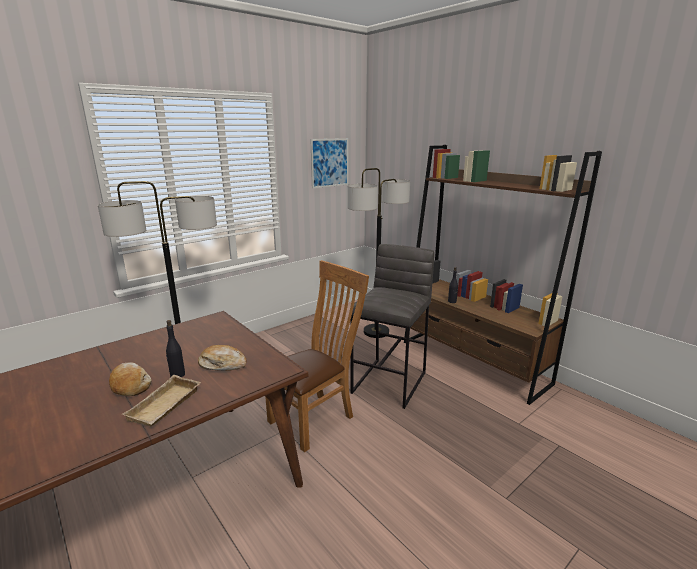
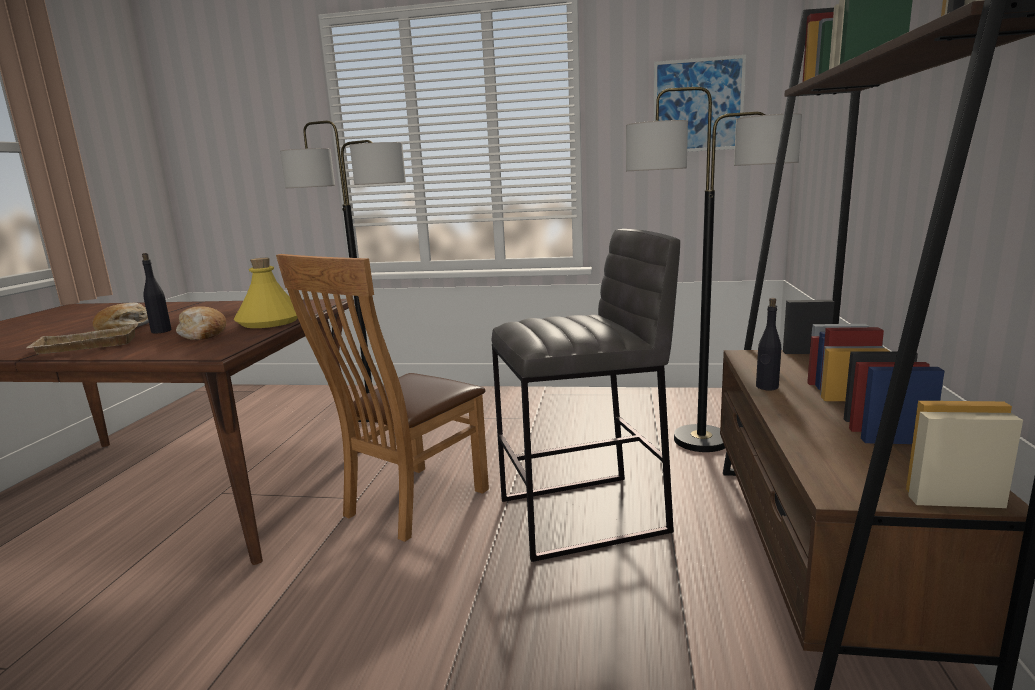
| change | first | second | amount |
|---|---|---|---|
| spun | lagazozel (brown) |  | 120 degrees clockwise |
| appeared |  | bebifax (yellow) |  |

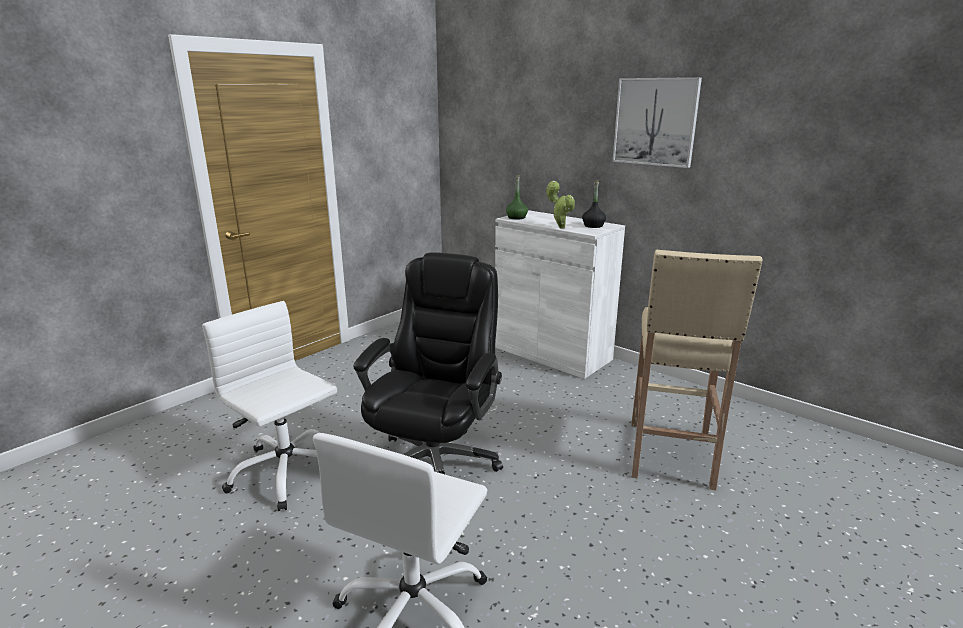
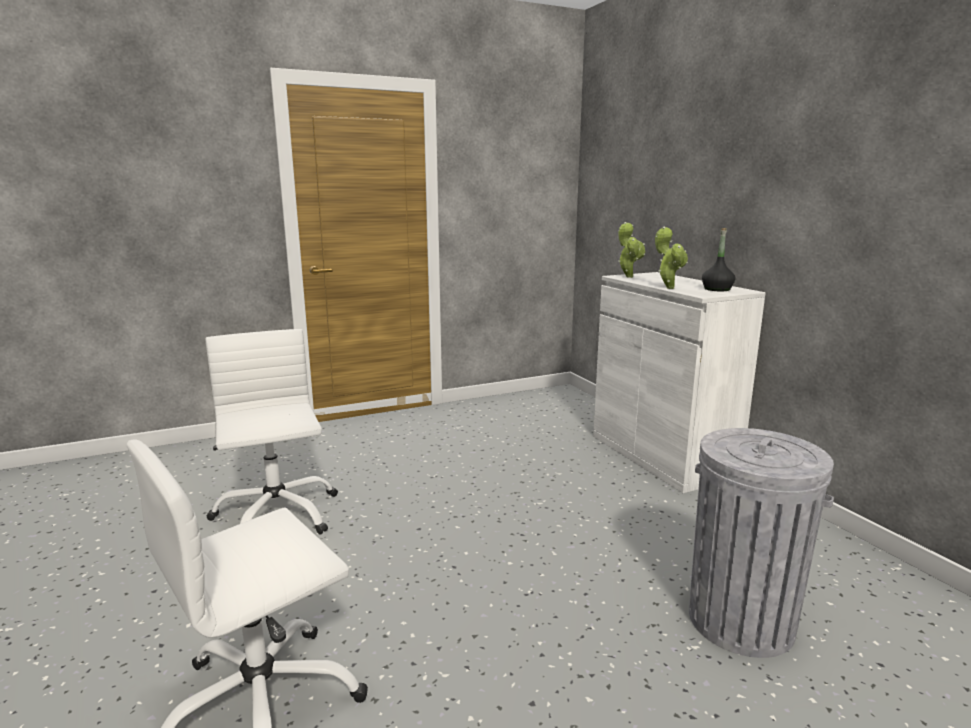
| change | first | second | amount |
|---|---|---|---|
| missing | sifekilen |  |  |
| exchanged | bebifax (green) | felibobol (no. 1 from left) |  |
| exchanged | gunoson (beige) | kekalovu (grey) |  |
| missing | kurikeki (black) |  |  |

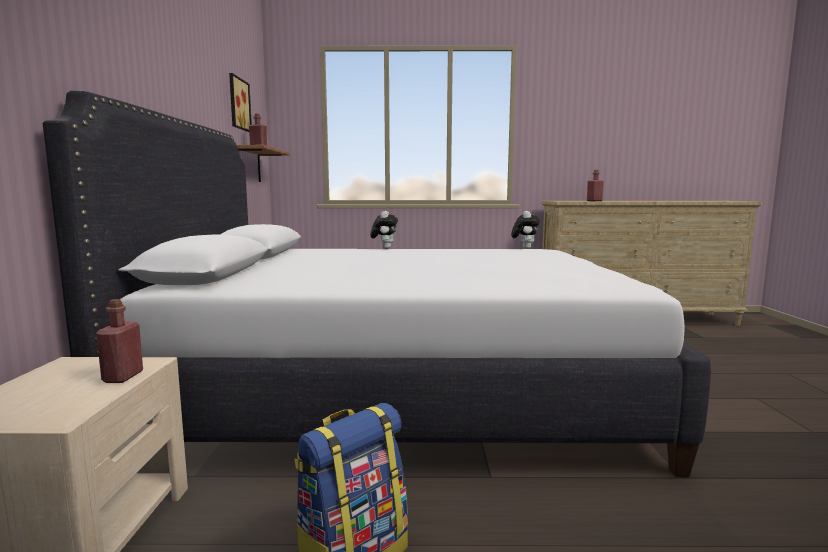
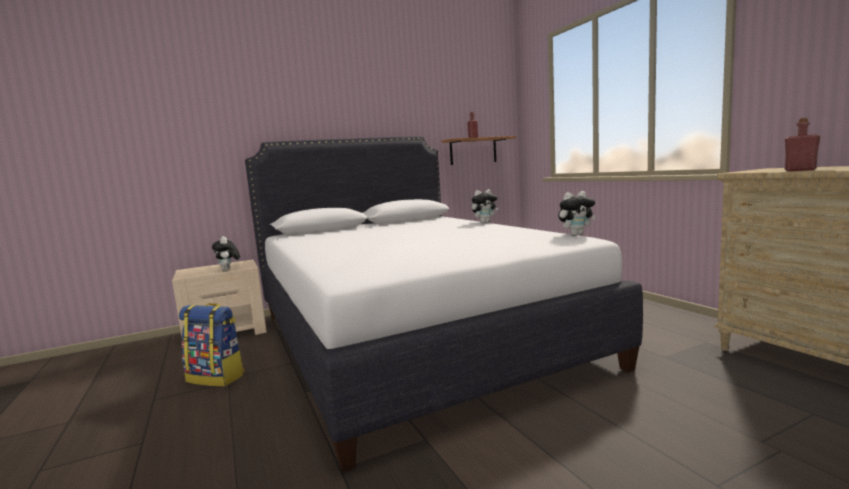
| change | first | second | amount |
|---|---|---|---|
| missing | sifekilen |  |  |
| exchanged | bebifax (red) (no. 1 from left) | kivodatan (no. 1 from left) |  |

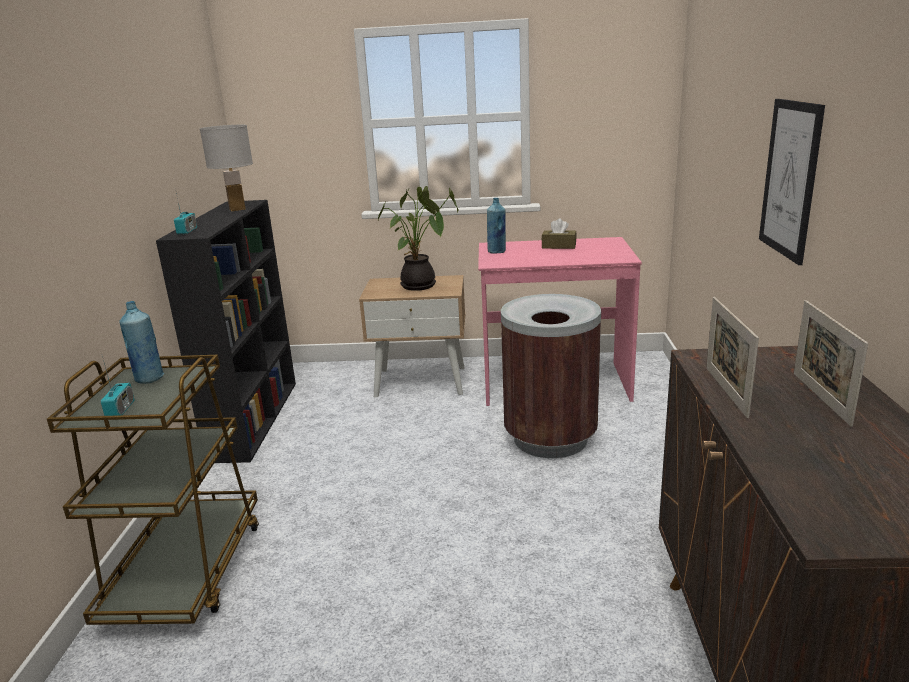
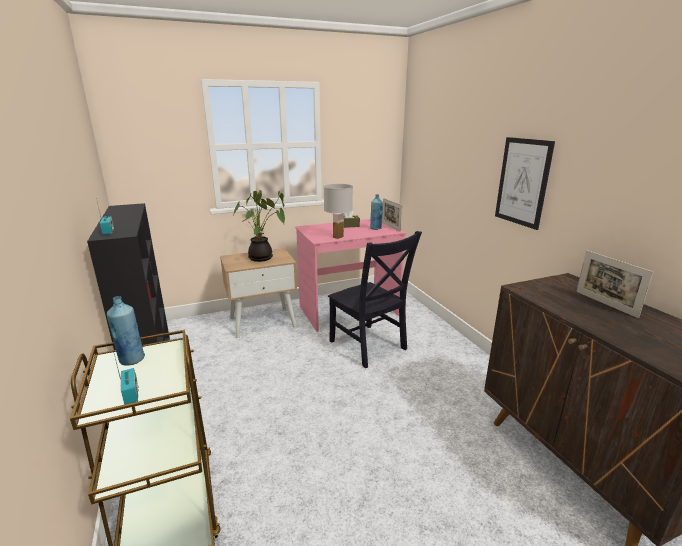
| change | first | second | amount |
|---|---|---|---|
| relocated | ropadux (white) |  |  |
| relocated | bebifax (blue) (no. 2 from left) |  |  |
| exchanged | kekalovu (brown) | lagazozel (black) |  |
| relocated | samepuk (no. 1 from left) |  |  |

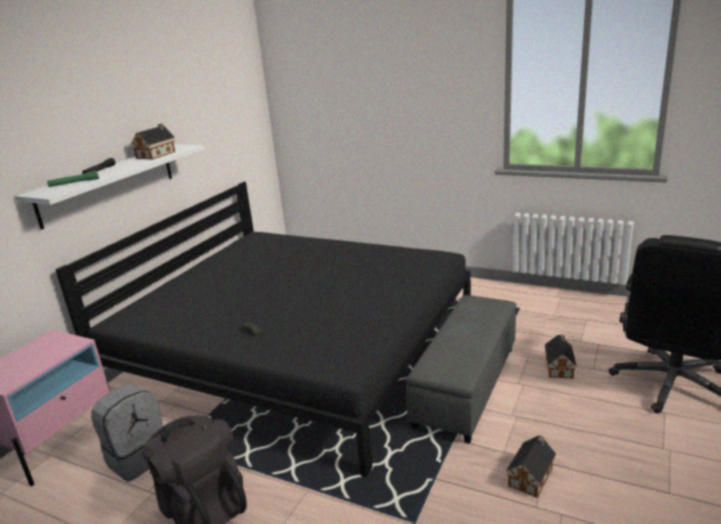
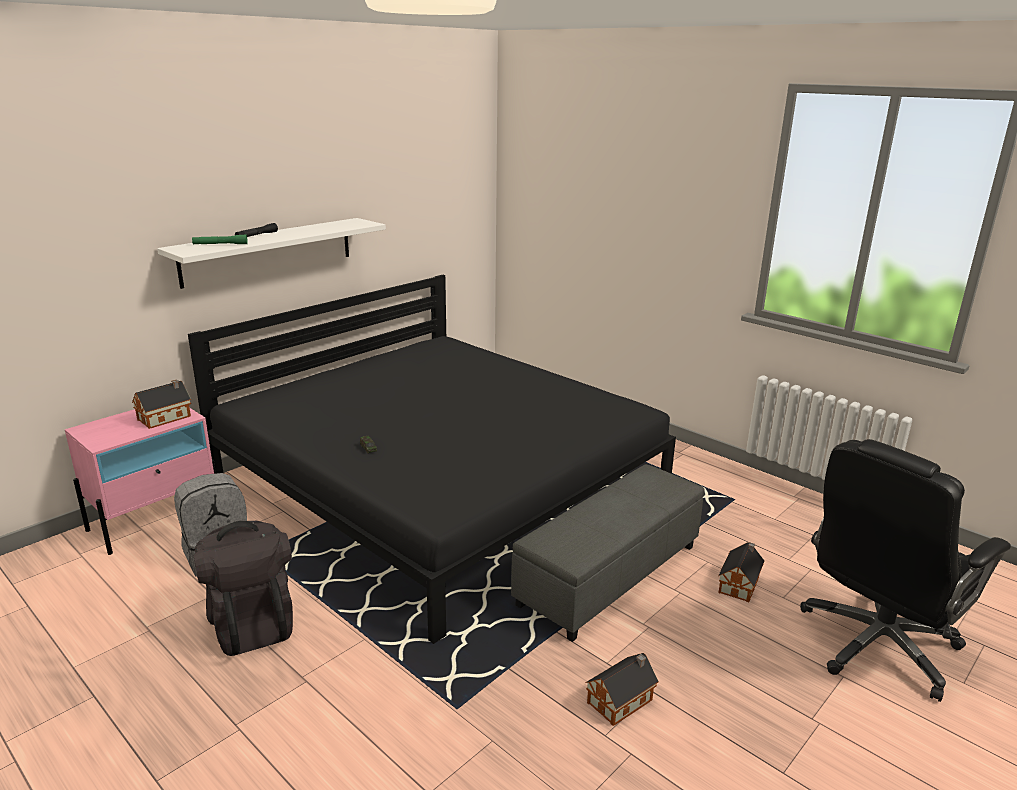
| change | first | second | amount |
|---|---|---|---|
| relocated | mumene (no. 1 from left) |  |  |

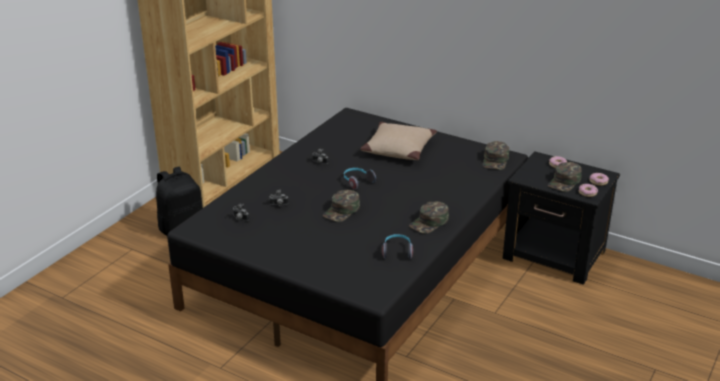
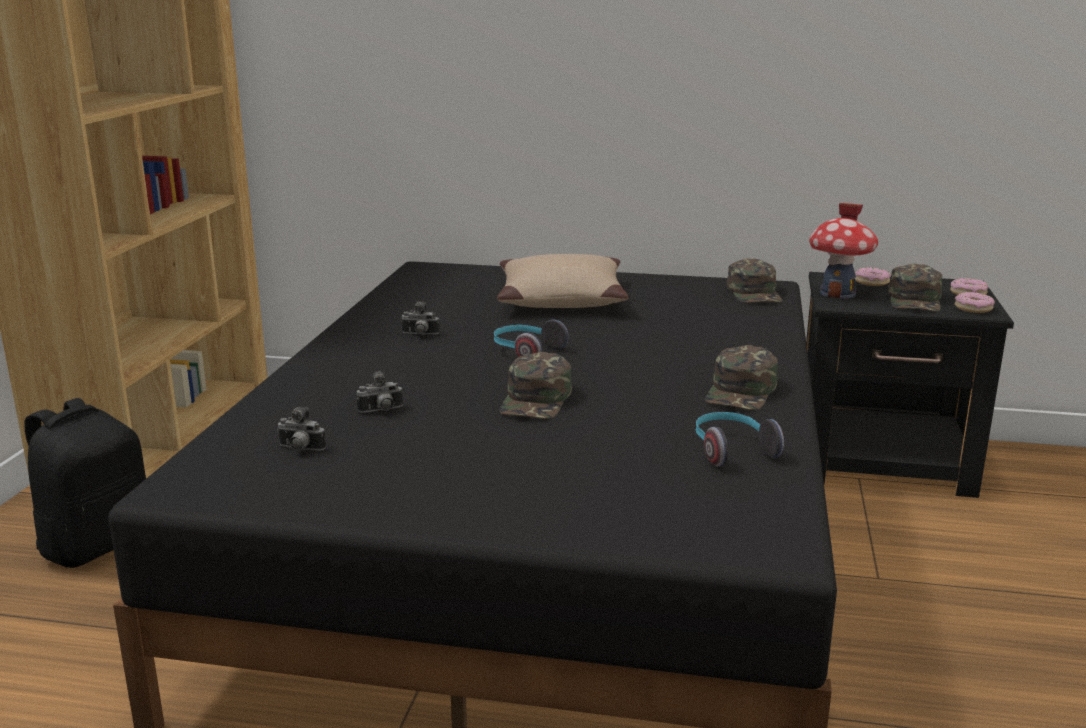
| change | first | second | amount |
|---|---|---|---|
| appeared |  | mumene |  |

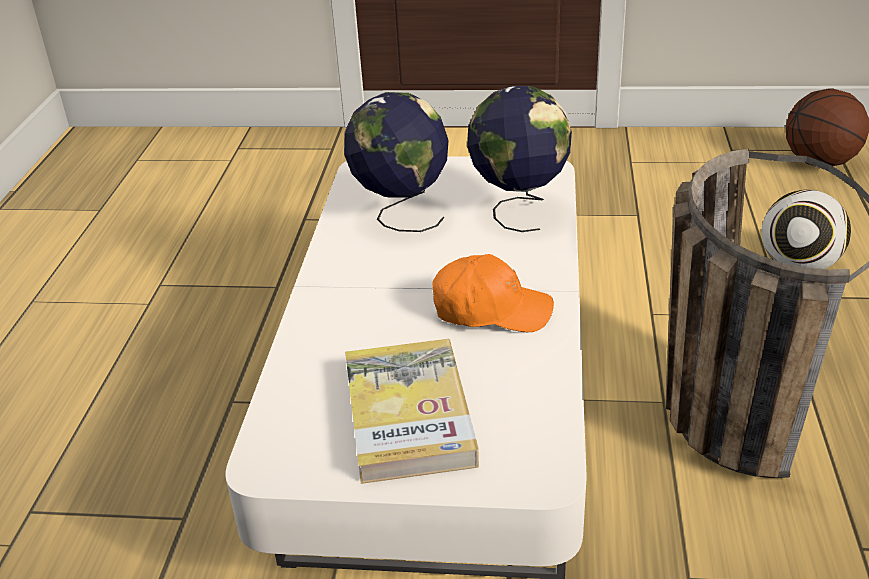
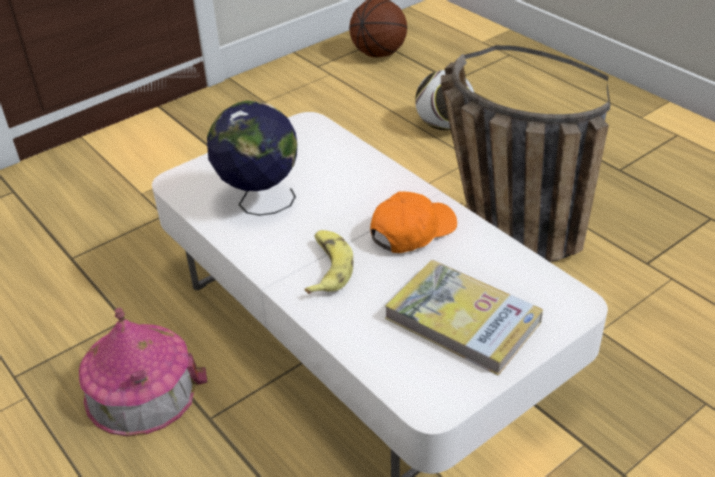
| change | first | second | amount |
|---|---|---|---|
| missing | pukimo (no. 2 from left) |  |  |
| appeared |  | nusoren |  |
| appeared |  | mumene |  |

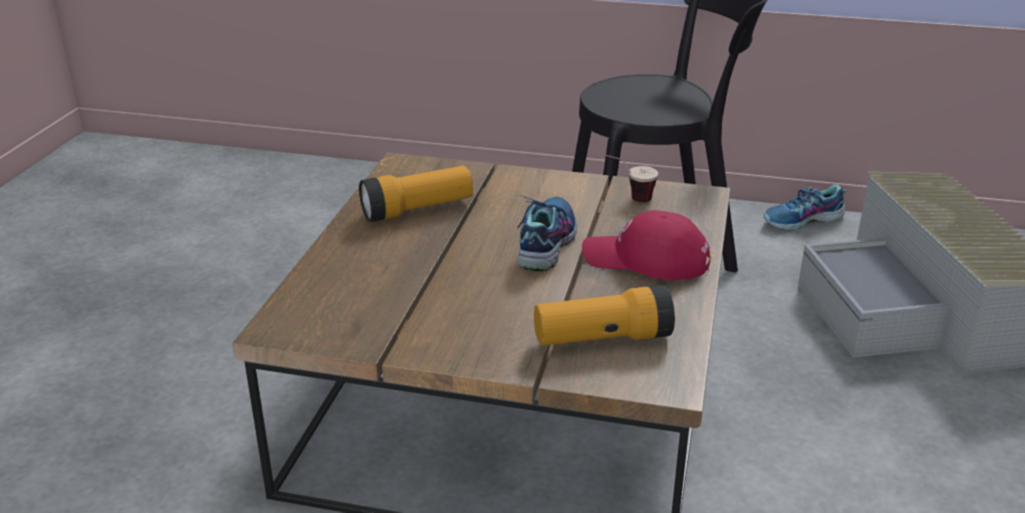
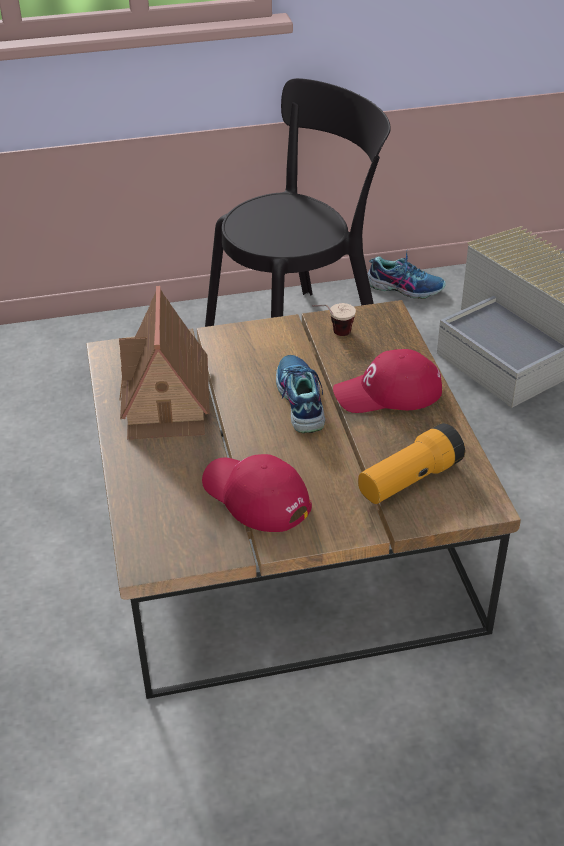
| change | first | second | amount |
|---|---|---|---|
| exchanged | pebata (no. 1 from left) | mumene |  |
| spun | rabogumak (no. 2 from left) |  | 120 degrees counterclockwise |
| appeared |  | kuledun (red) (no. 1 from left) |  |

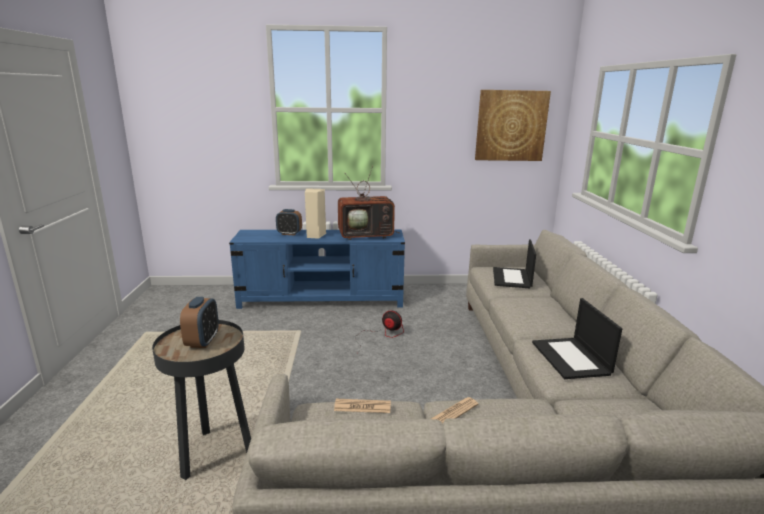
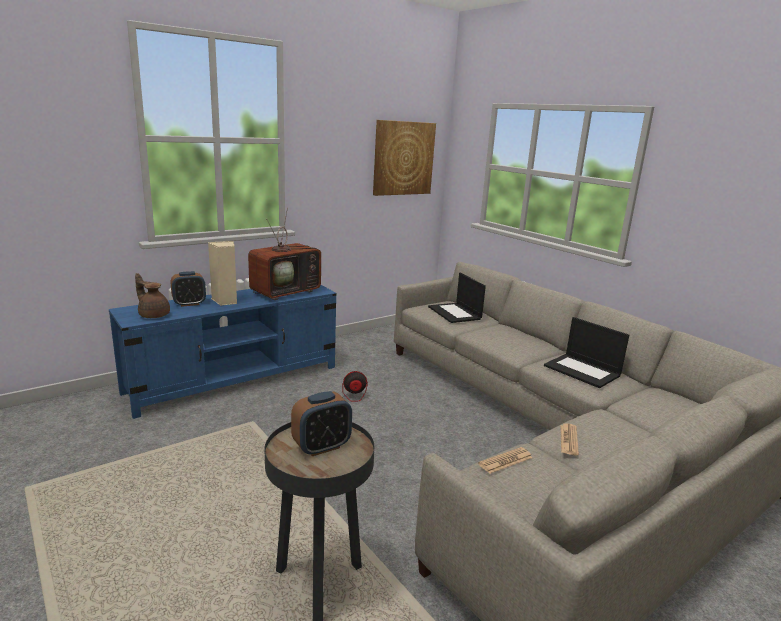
| change | first | second | amount |
|---|---|---|---|
| spun | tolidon (no. 1 from left in the first image) | tolidon (no. 2 from left) | 90 degrees clockwise |
| appeared |  | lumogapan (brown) |  |

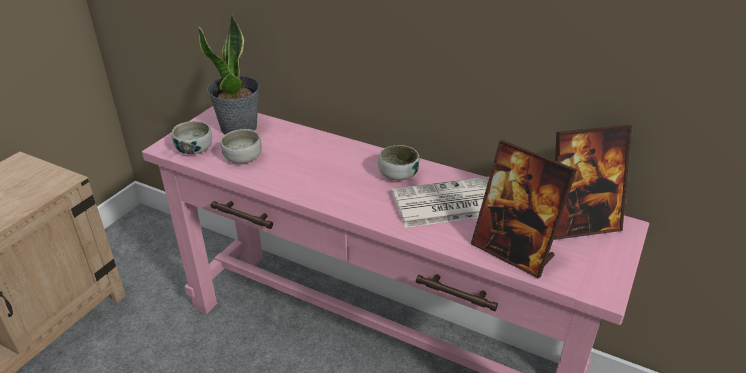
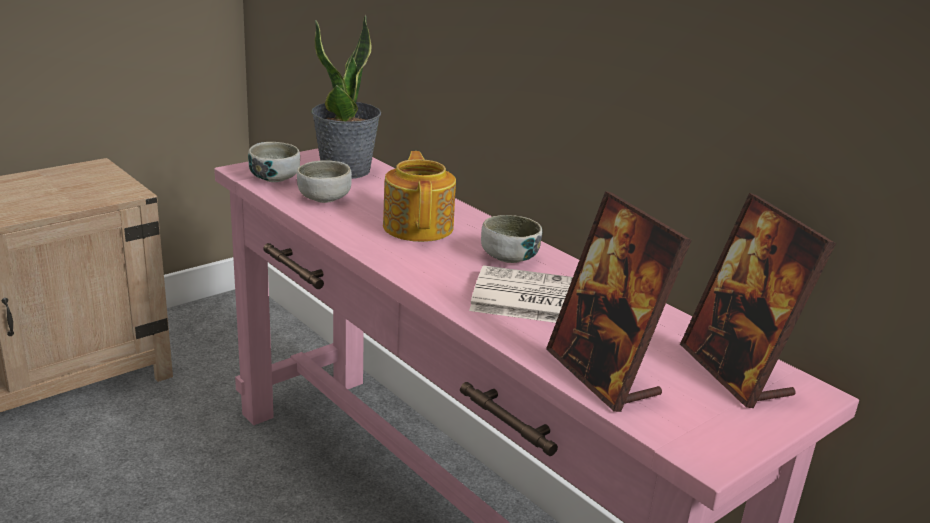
| change | first | second | amount |
|---|---|---|---|
| spun | samepuk (no. 2 from left) |  | 60 degrees clockwise |
| appeared |  | lumogapan |  |

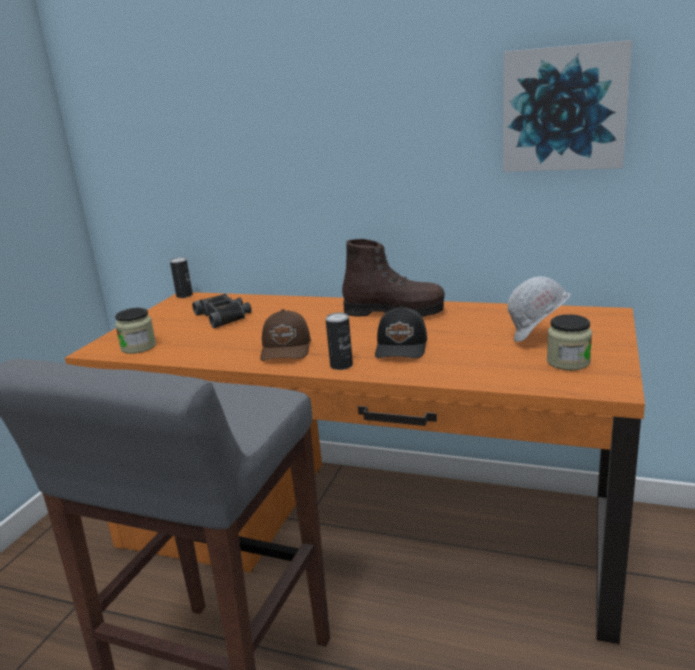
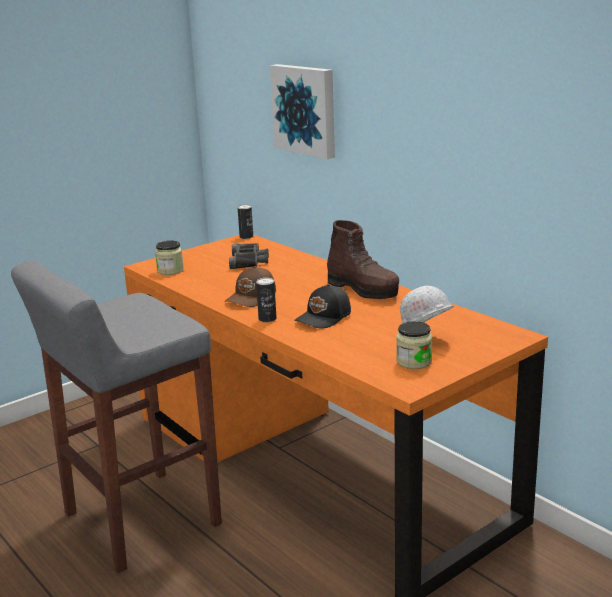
| change | first | second | amount |
|---|---|---|---|
| relocated | sifekilen |  |  |

